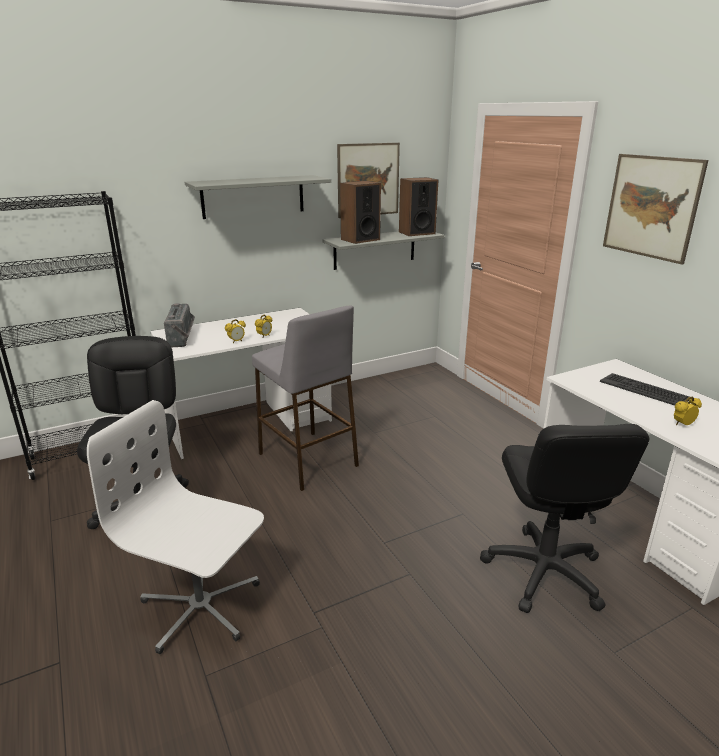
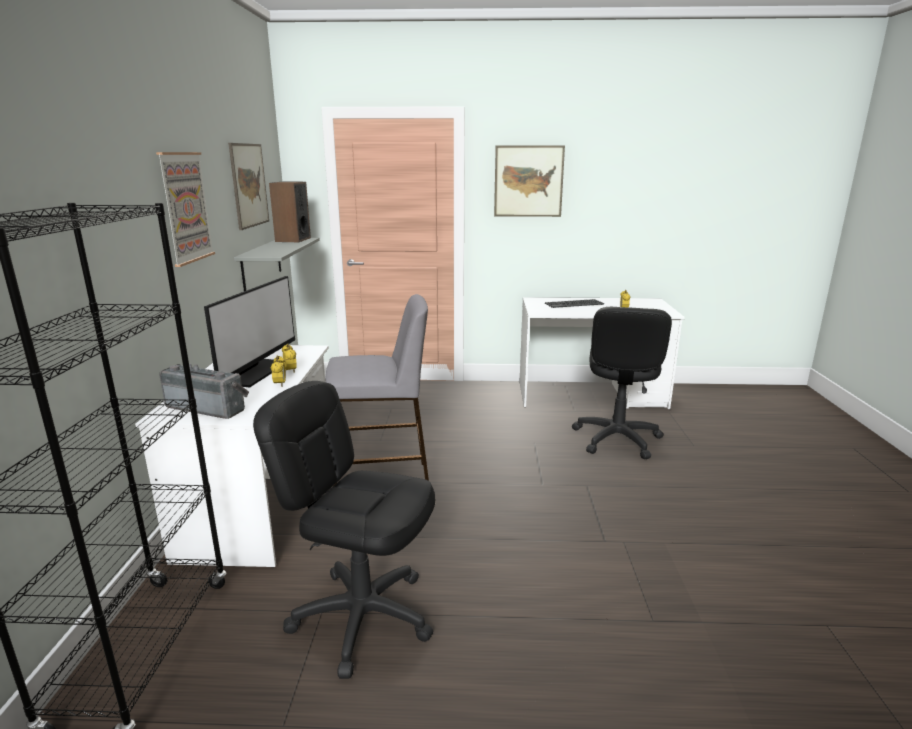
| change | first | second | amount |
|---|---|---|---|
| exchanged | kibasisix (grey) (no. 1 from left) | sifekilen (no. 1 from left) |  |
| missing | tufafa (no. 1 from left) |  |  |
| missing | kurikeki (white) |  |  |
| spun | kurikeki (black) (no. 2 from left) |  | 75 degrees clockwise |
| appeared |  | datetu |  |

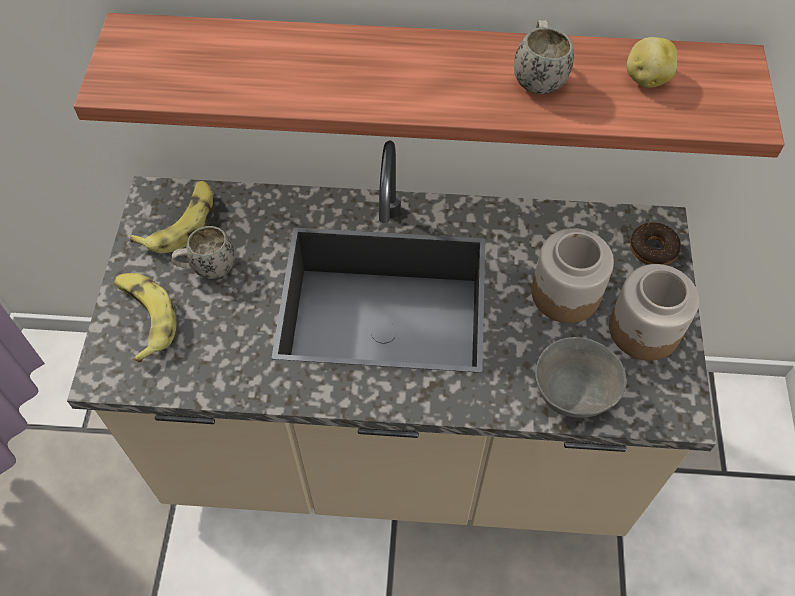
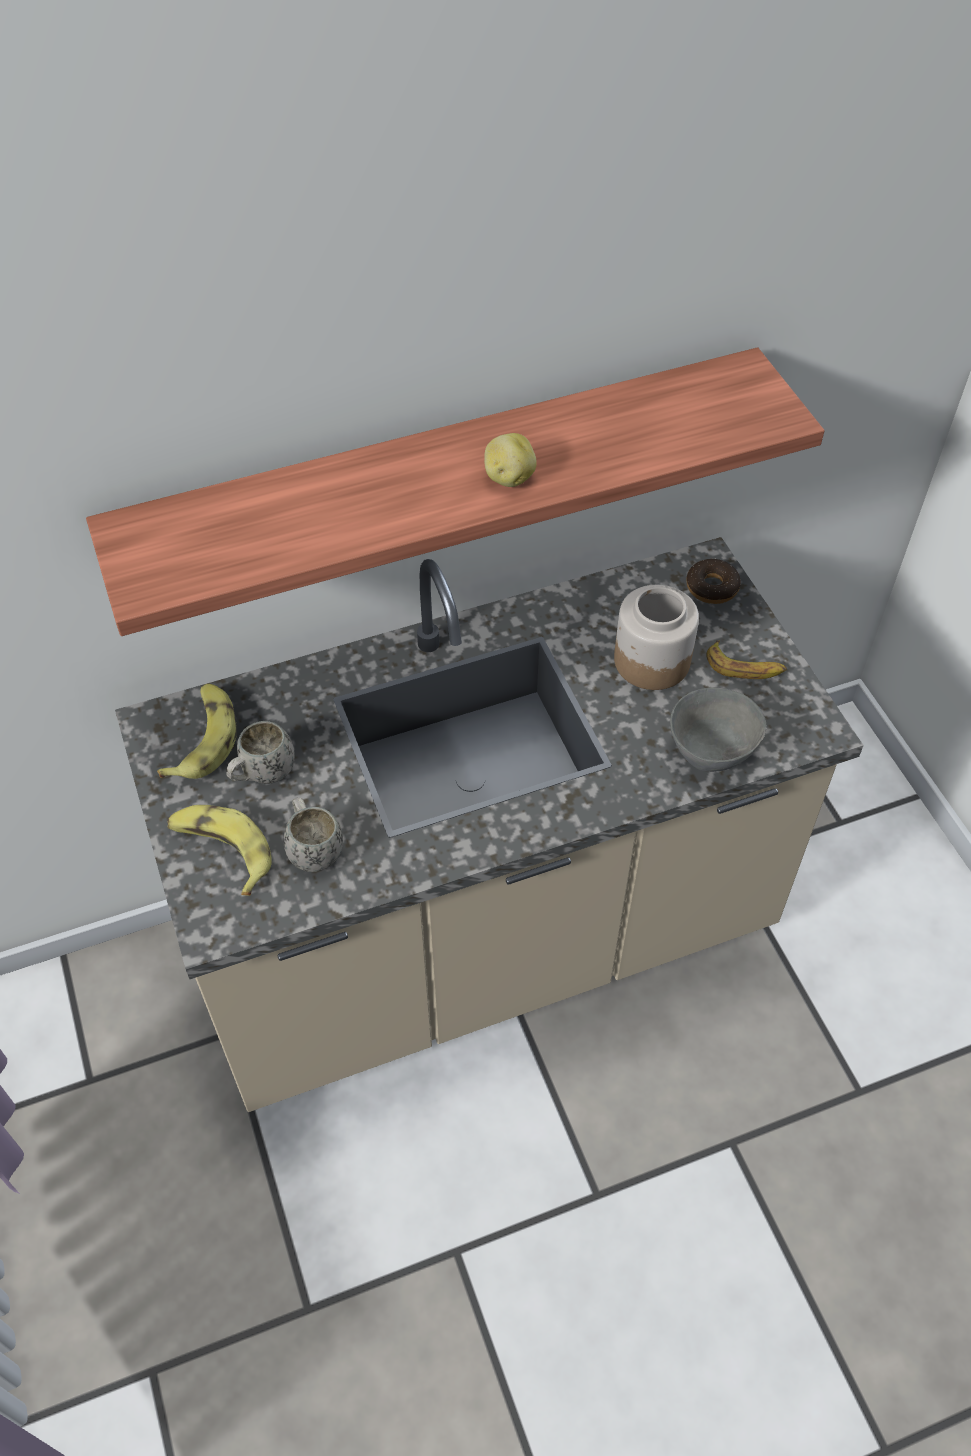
| change | first | second | amount |
|---|---|---|---|
| relocated | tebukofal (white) (no. 2 from left) |  |  |
| relocated | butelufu |  |  |
| exchanged | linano (no. 2 from left) | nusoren (no. 3 from left) |  |

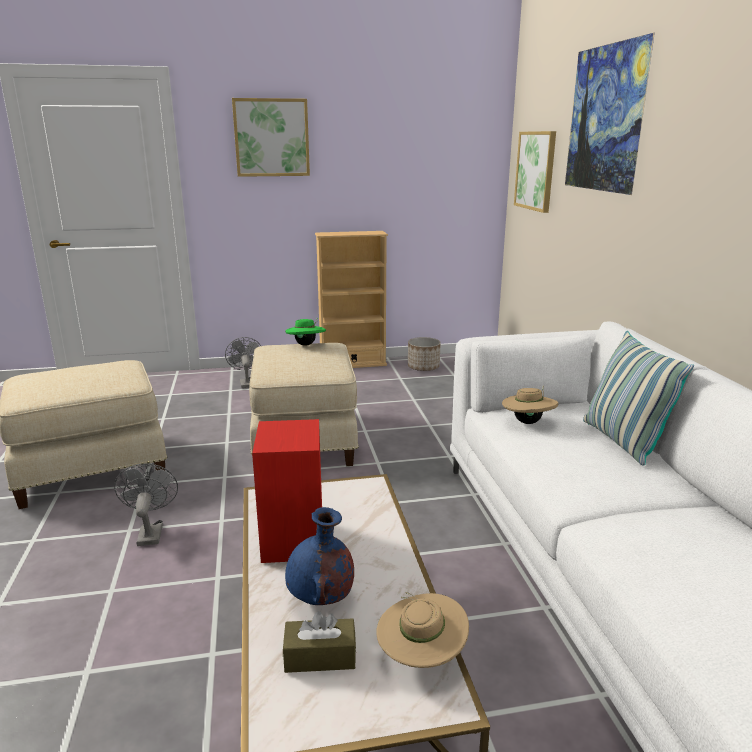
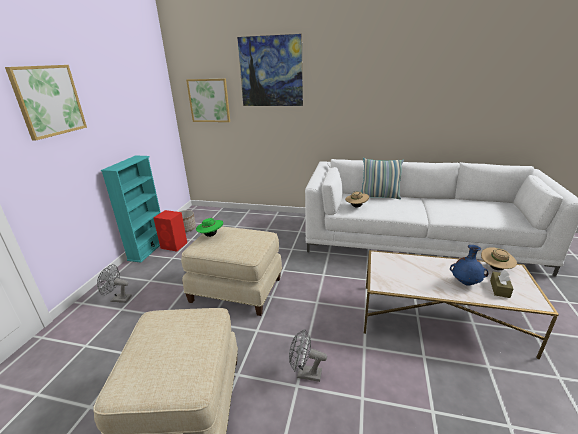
| change | first | second | amount |
|---|---|---|---|
| colour | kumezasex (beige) | kumezasex (turquoise) |  |
| relocated | tufafa (red) |  |  |

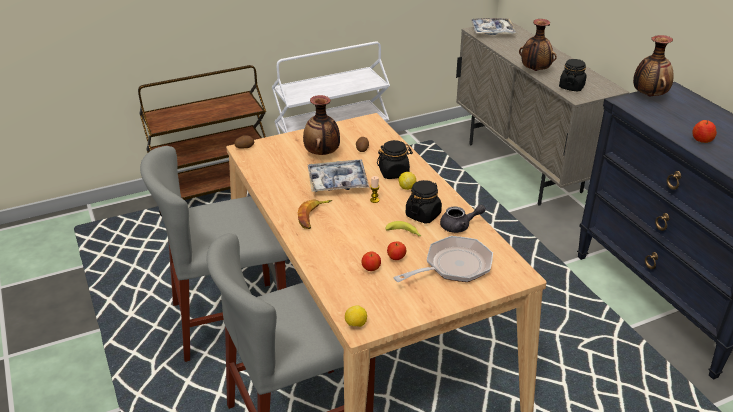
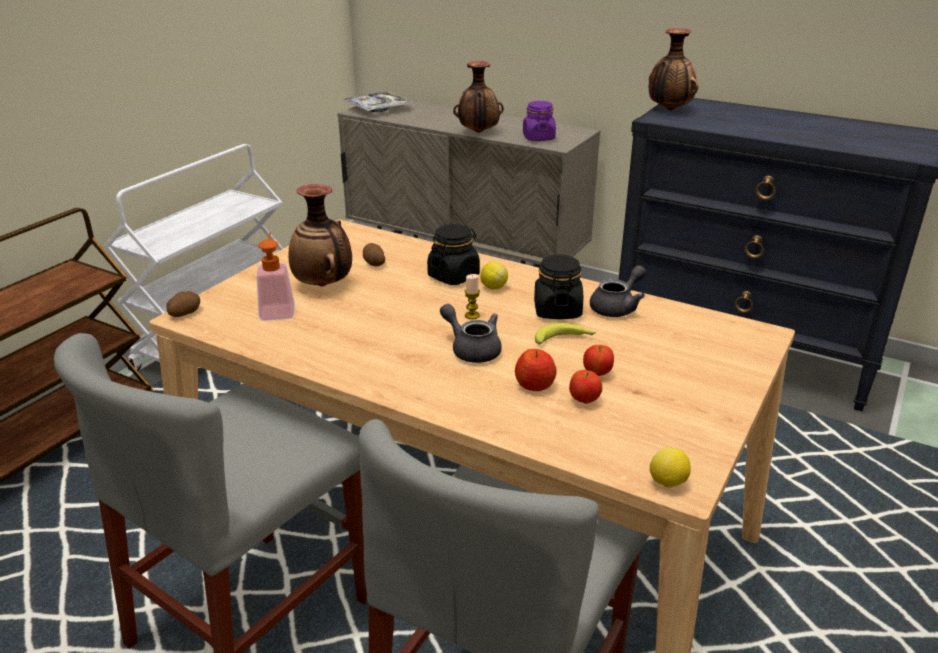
| change | first | second | amount |
|---|---|---|---|
| colour | linano (black) (no. 3 from left) | linano (purple) |  |
| relocated | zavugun (no. 3 from left in the first image) | zavugun (no. 1 from left) |  |
| missing | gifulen (no. 1 from left) |  |  |
| missing | nusoren (no. 1 from left) |  |  |
| missing | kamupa |  |  |
| appeared |  | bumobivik |  |
| appeared |  | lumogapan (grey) (no. 1 from left) |  |

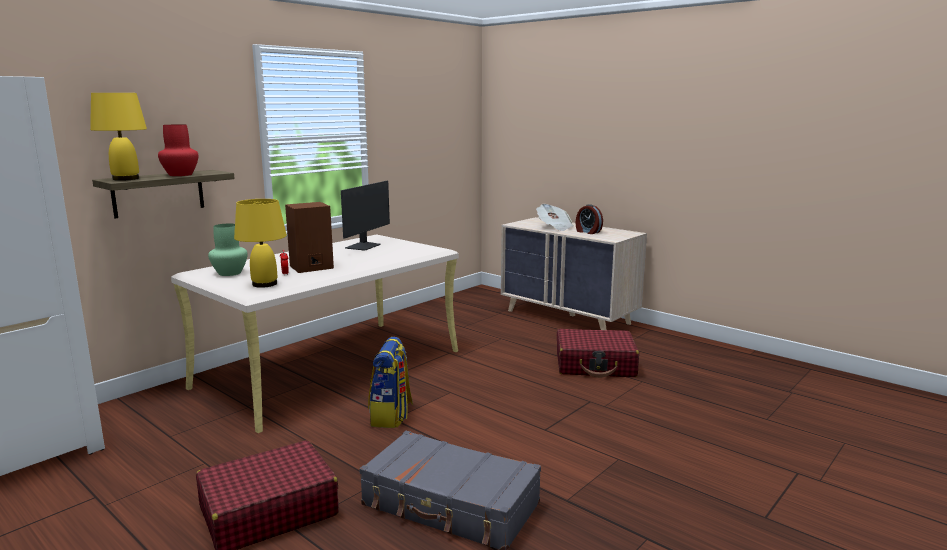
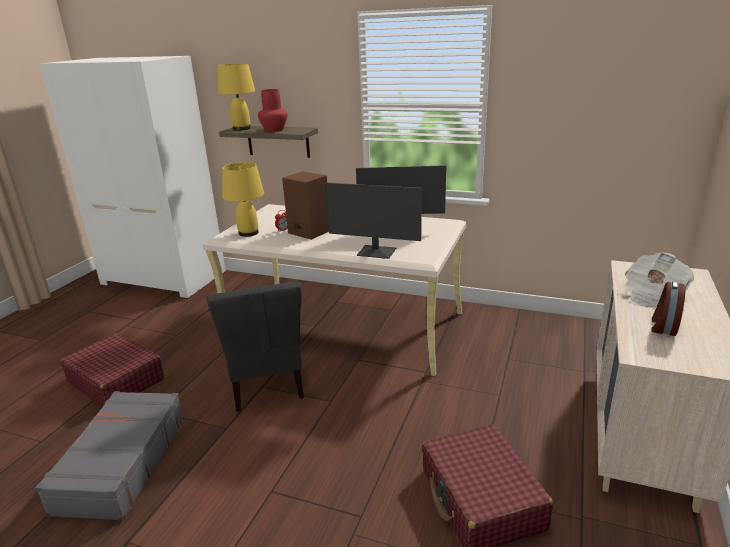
| change | first | second | amount |
|---|---|---|---|
| missing | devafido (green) |  |  |
| exchanged | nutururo | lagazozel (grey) |  |
| appeared |  | datetu (no. 1 from left) |  |

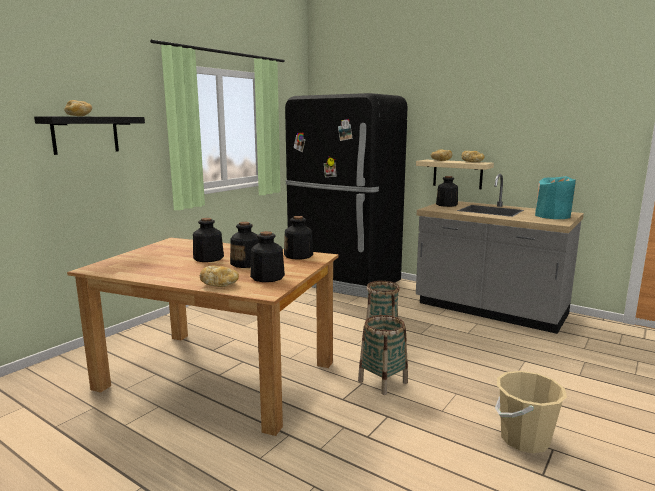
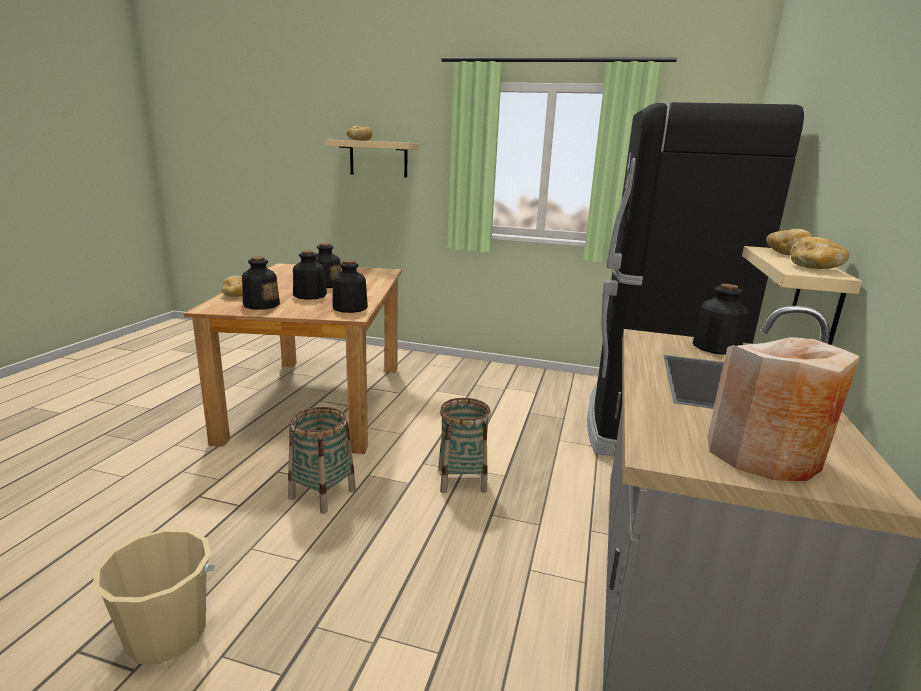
| change | first | second | amount |
|---|---|---|---|
| colour | kibasisix (black) | kibasisix (beige) (no. 1 from left) |  |
| colour | devafido (turquoise) | devafido (beige) |  |

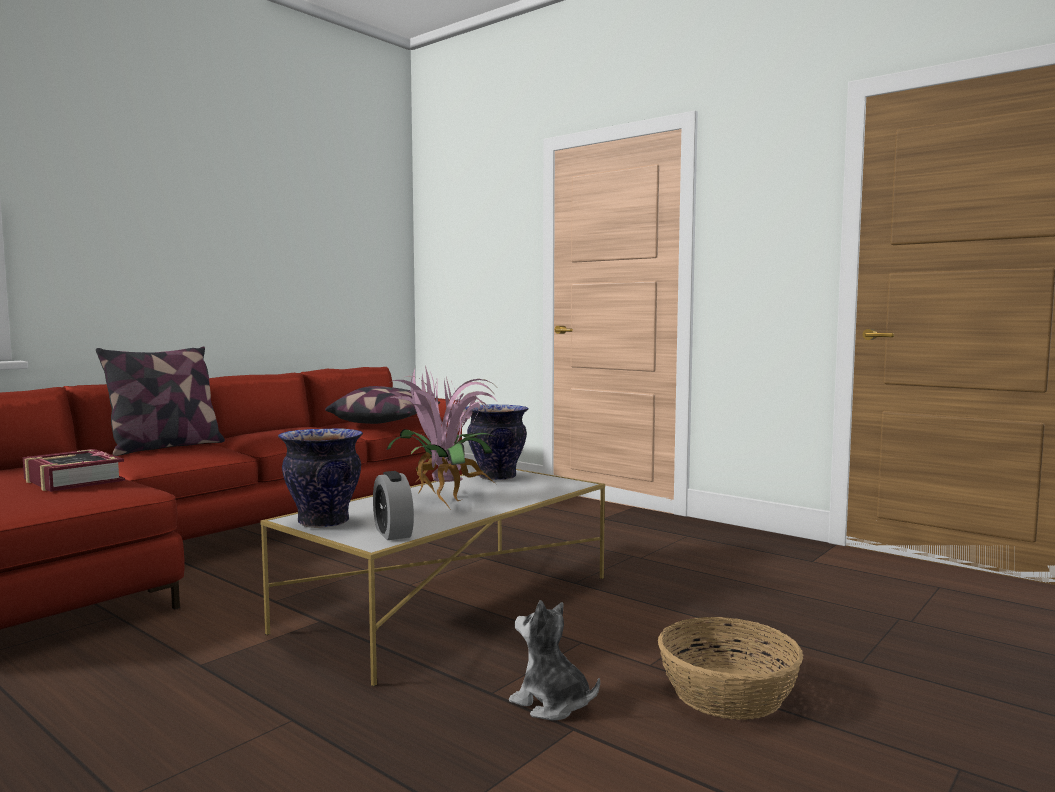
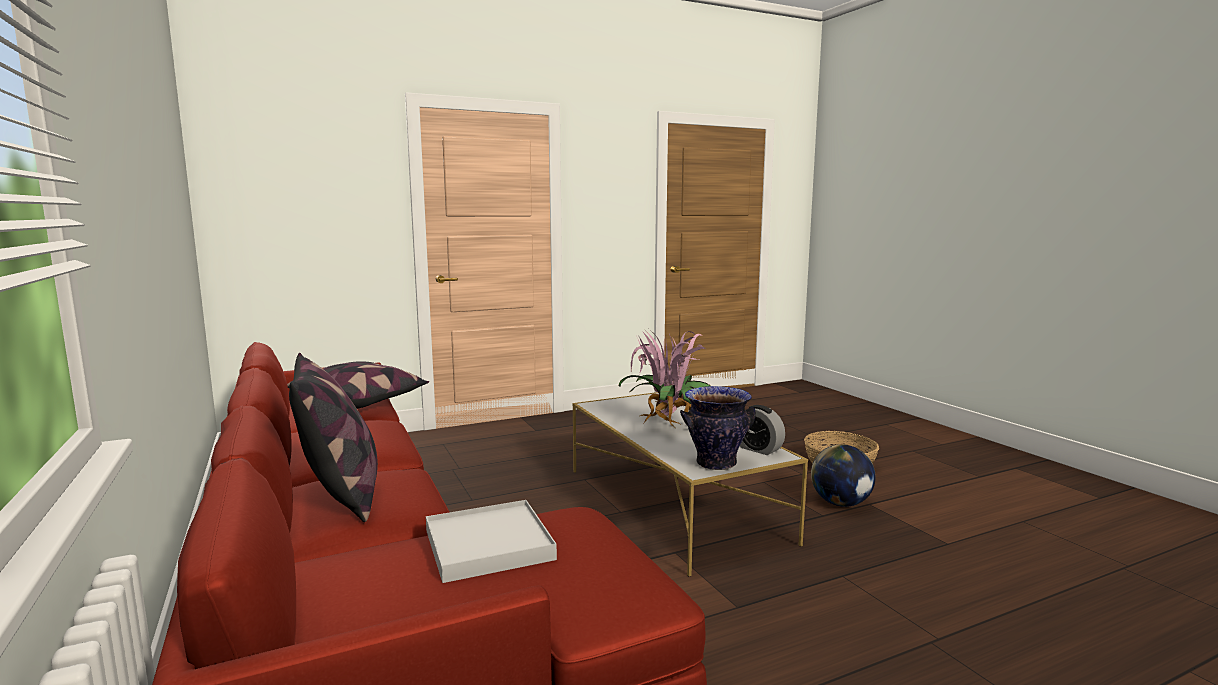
| change | first | second | amount |
|---|---|---|---|
| missing | devafido (no. 2 from left) |  |  |
| exchanged | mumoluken | gifulen (white) |  |
| spun | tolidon |  | 45 degrees clockwise |
| exchanged | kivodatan | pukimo |  |

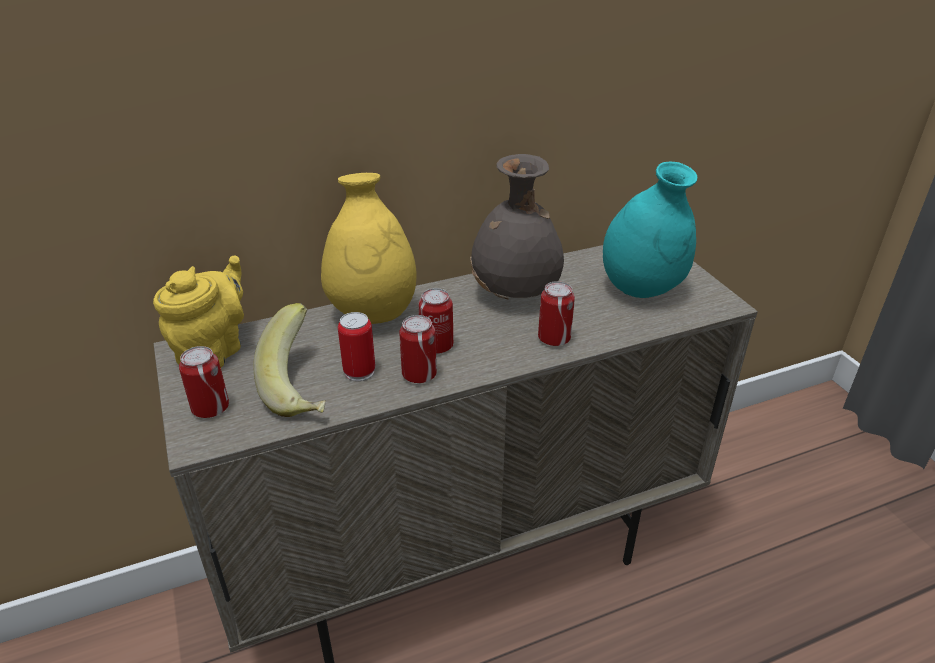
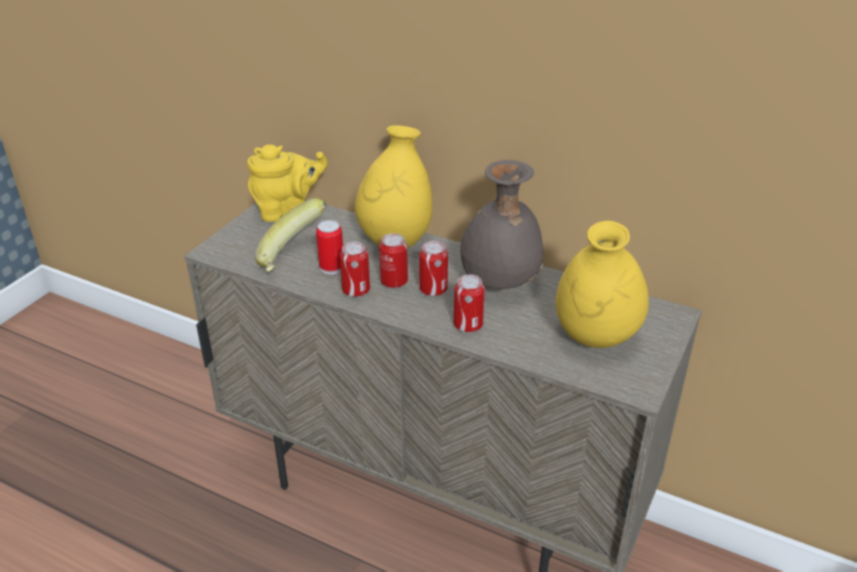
| change | first | second | amount |
|---|---|---|---|
| colour | devafido (turquoise) | devafido (yellow) (no. 2 from left) |  |
| relocated | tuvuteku (no. 1 from left in the first image) | tuvuteku (no. 4 from left) |  |

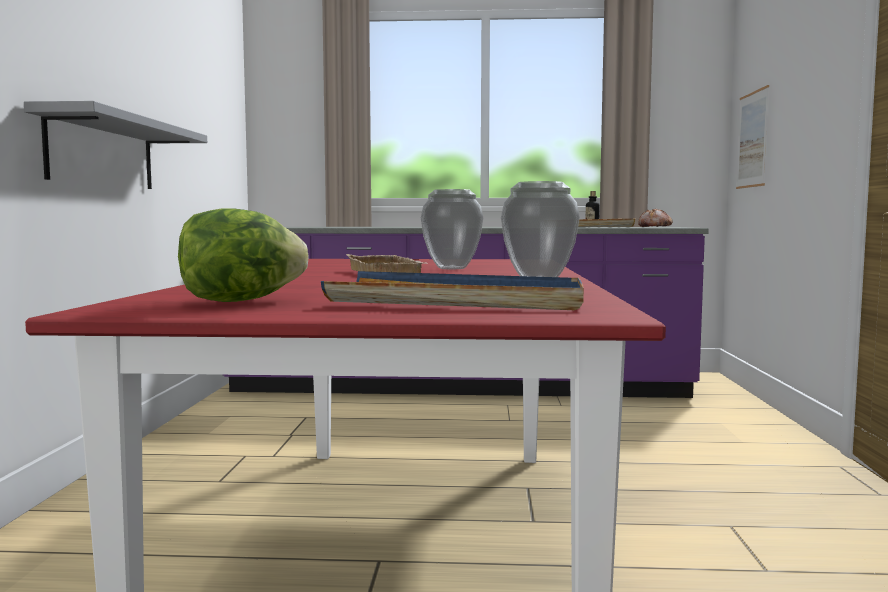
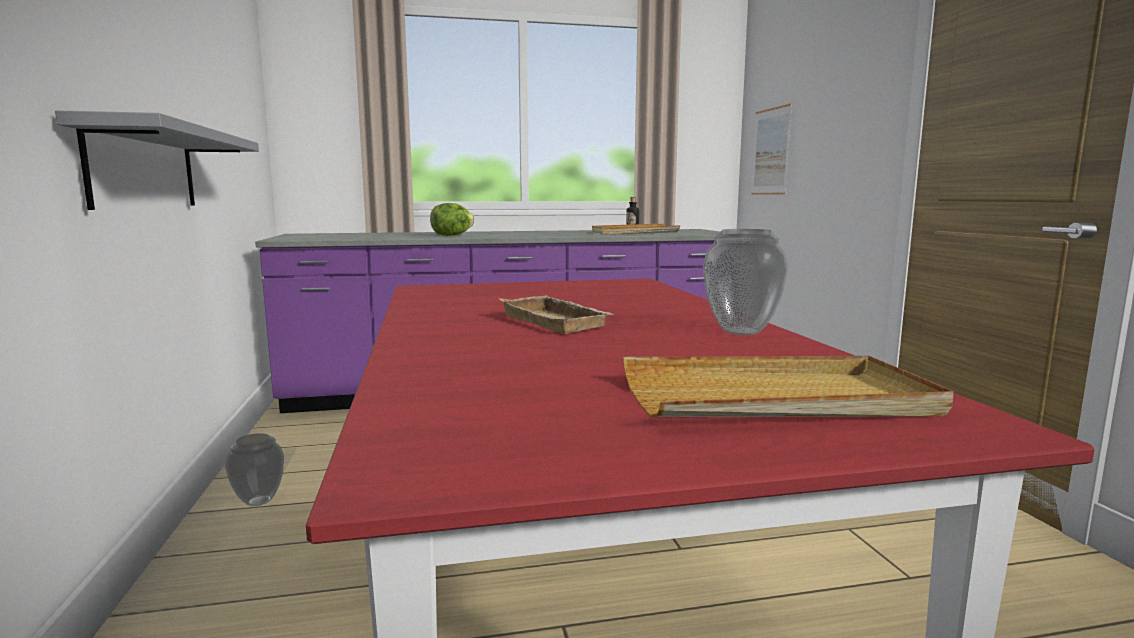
| change | first | second | amount |
|---|---|---|---|
| relocated | devafido (no. 1 from left) |  |  |
| relocated | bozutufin |  |  |
| missing | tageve |  |  |
| colour | gifulen (blue) | gifulen (beige) (no. 3 from left) |  |

